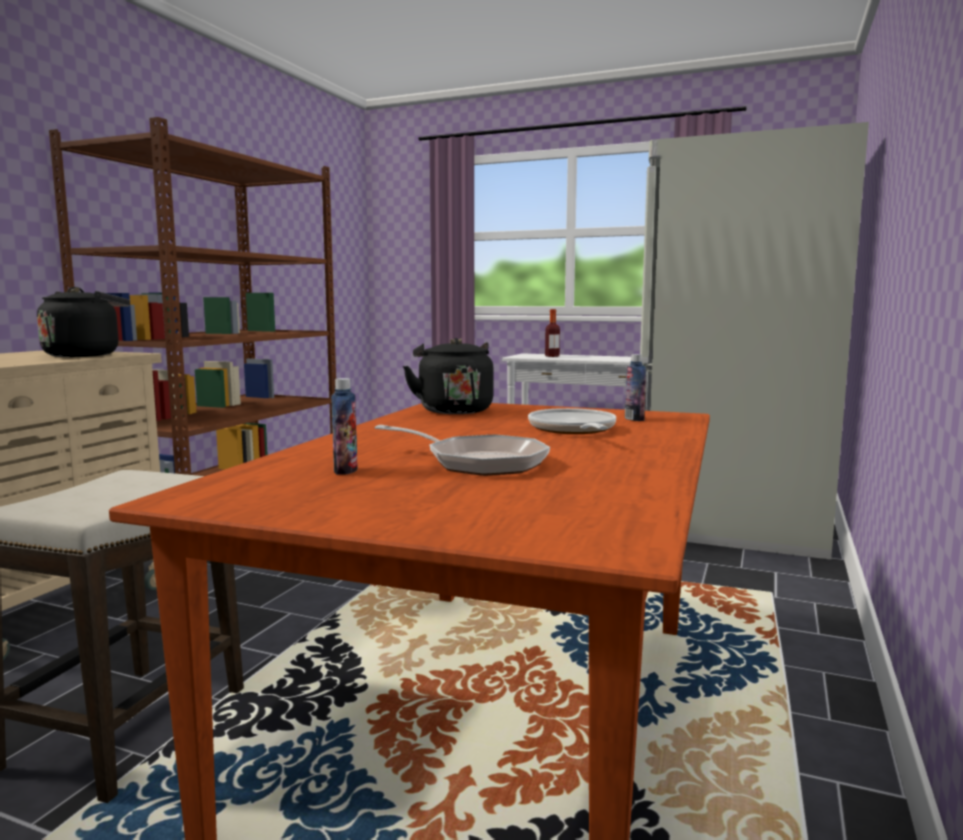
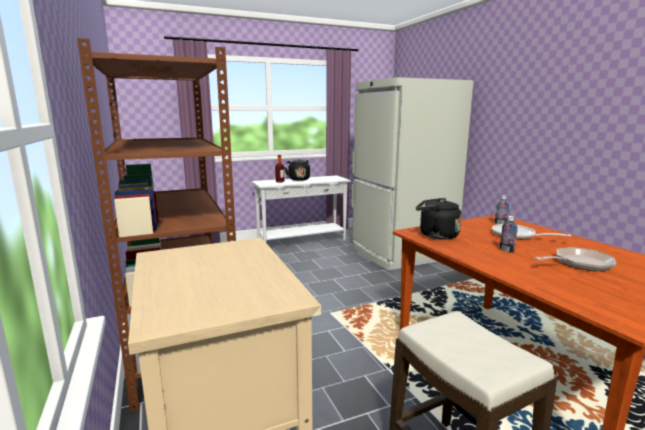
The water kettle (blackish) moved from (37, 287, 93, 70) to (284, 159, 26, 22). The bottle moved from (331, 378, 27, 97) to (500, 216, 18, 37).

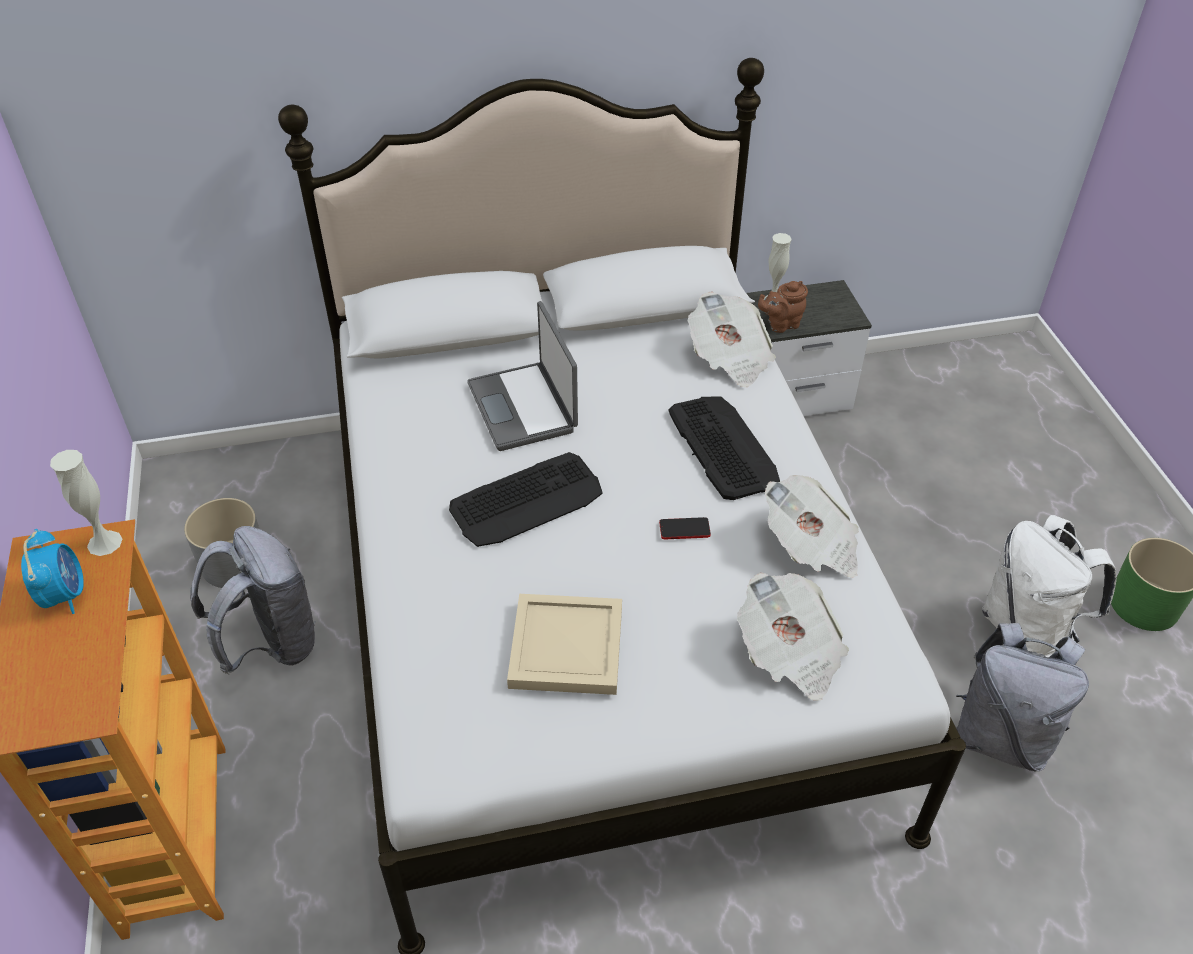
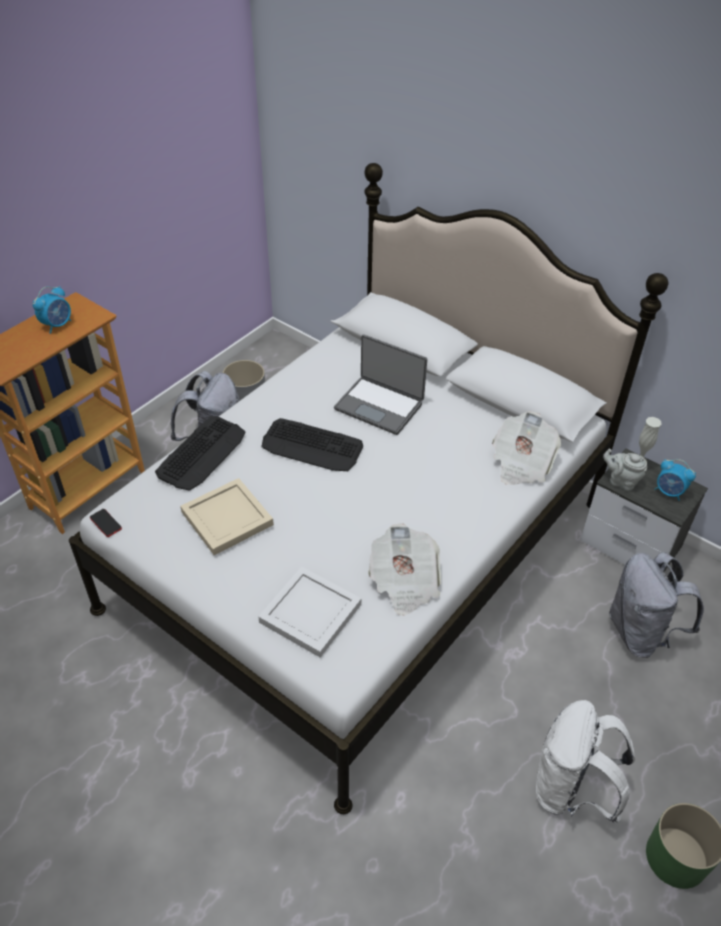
The handset moved from (659, 517, 52, 22) to (90, 509, 32, 28). The computer keyboard moved from (668, 396, 112, 104) to (155, 416, 90, 75). The printed paper at (737, 572, 112, 129) was replaced by the carrying tray (white) at (258, 567, 103, 91). The notebook computer at (467, 301, 111, 150) turned 90 degrees counterclockwise. The tea pot (brown-coloured) at (758, 281, 50, 52) became the tea pot (greyish) at (603, 449, 44, 42). The knapsack (greyish) moved from (956, 623, 133, 148) to (609, 552, 95, 106). The bedside clock at (654, 459, 42, 42) appeared. The vase (white) at (50, 450, 73, 106) disappeared.

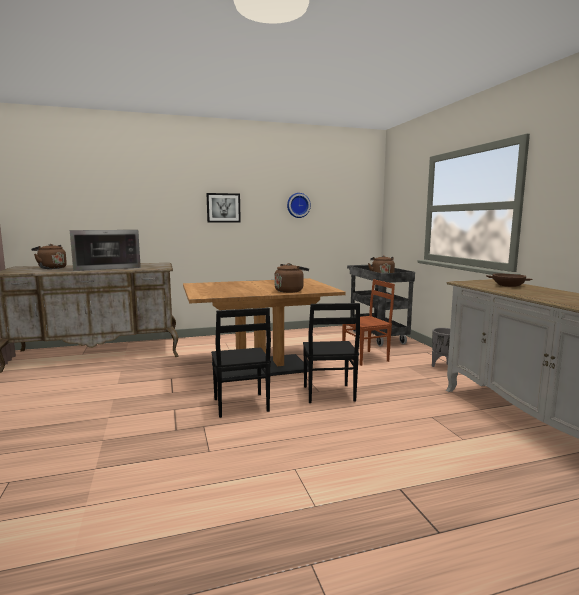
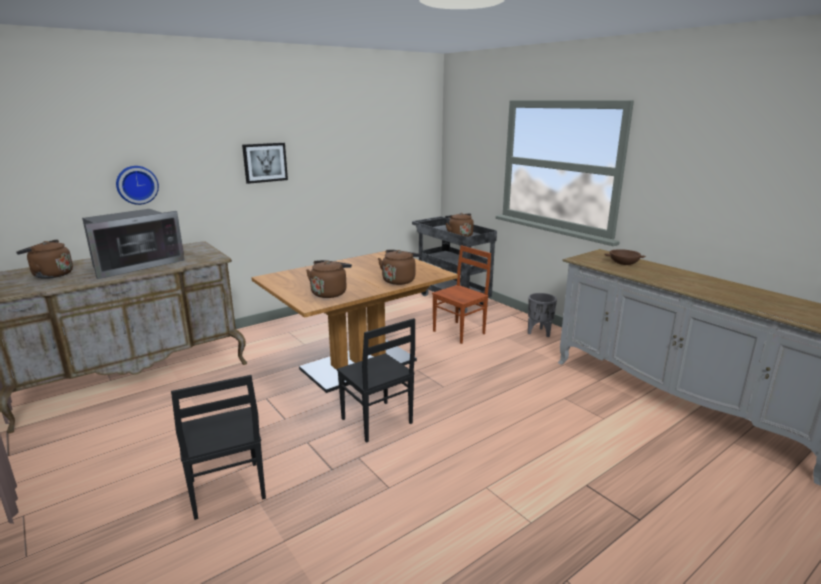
The hanging clock moved from (287, 193, 24, 25) to (116, 166, 43, 39). The plain chair (blackish) moved from (303, 303, 57, 100) to (171, 375, 95, 145). The water kettle (brown-coloured) at (306, 260, 46, 38) appeared.

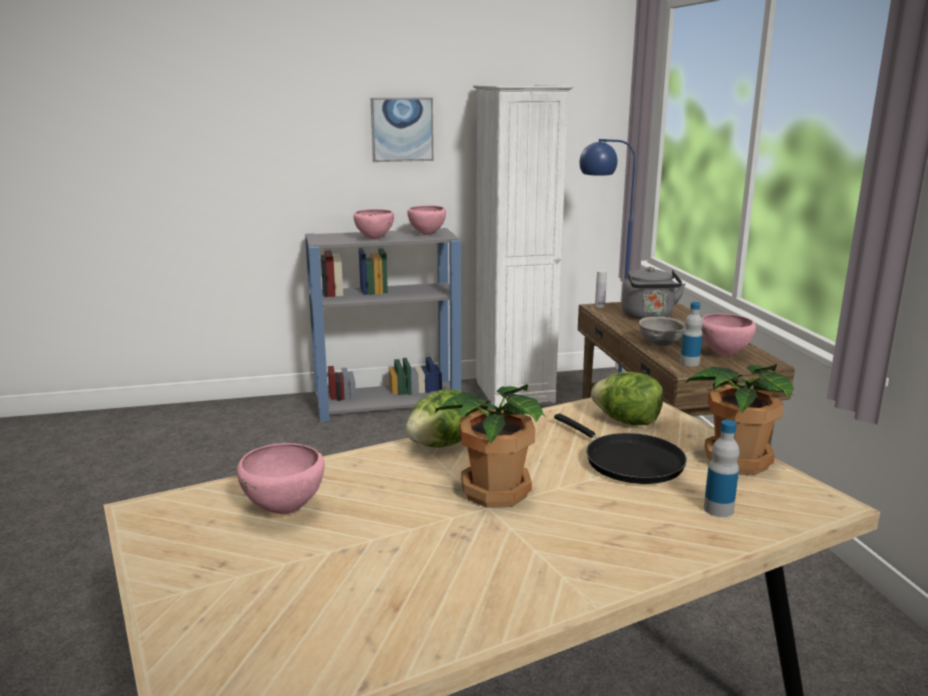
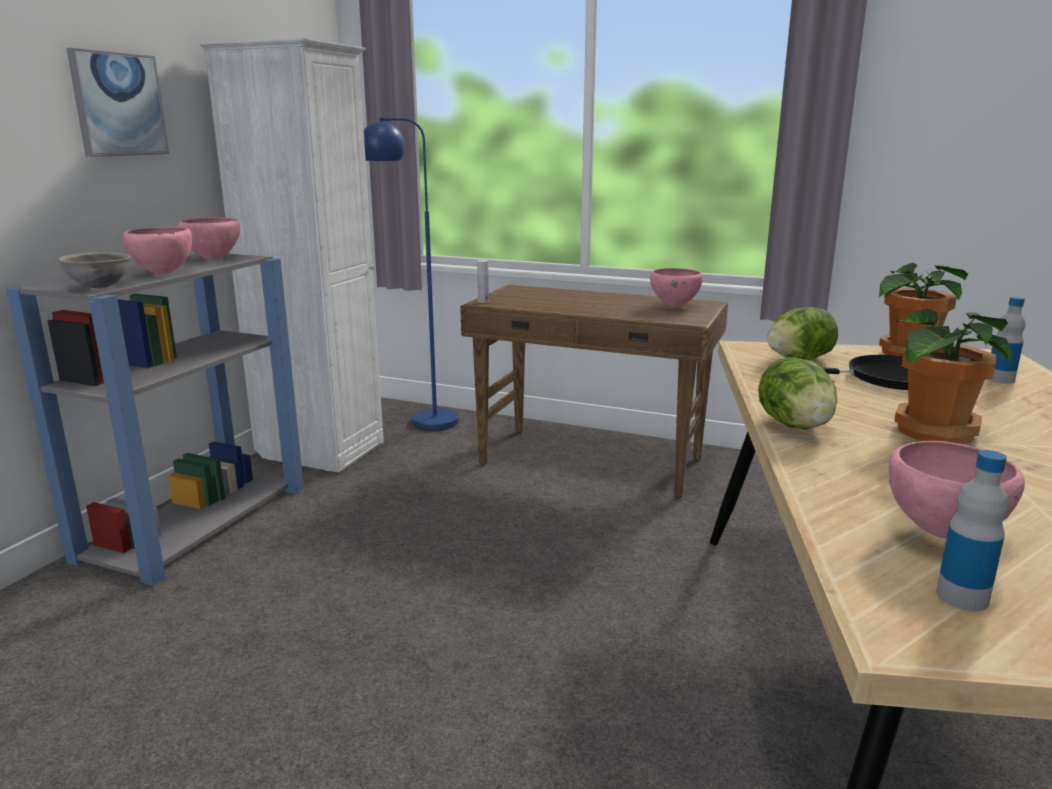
The bowl (greyish) moved from (639, 317, 46, 29) to (58, 252, 73, 36). The bottle moved from (680, 302, 23, 64) to (936, 450, 72, 161). The water kettle (greyish) at (621, 267, 65, 52) disappeared.

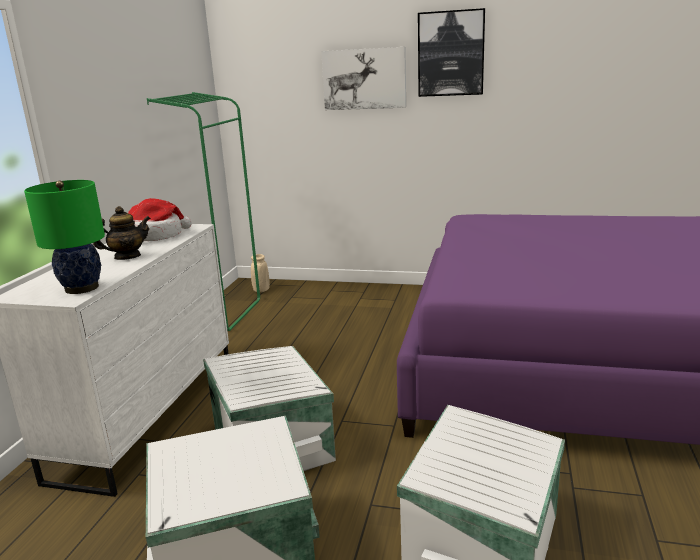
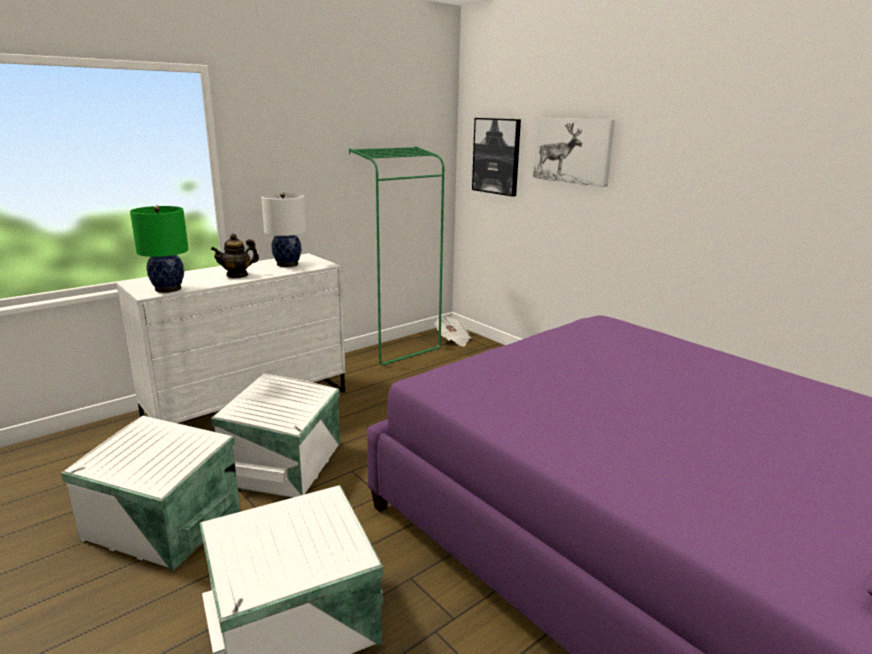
The tea pot at (93, 206, 58, 54) turned 135 degrees clockwise. The wearable hat at (128, 198, 64, 43) was replaced by the tabletop lamp (white) at (261, 192, 45, 75). The vase (beige) at (251, 254, 19, 38) was replaced by the printed paper at (435, 316, 36, 30). The picture moved from (418, 8, 67, 89) to (472, 118, 49, 79).

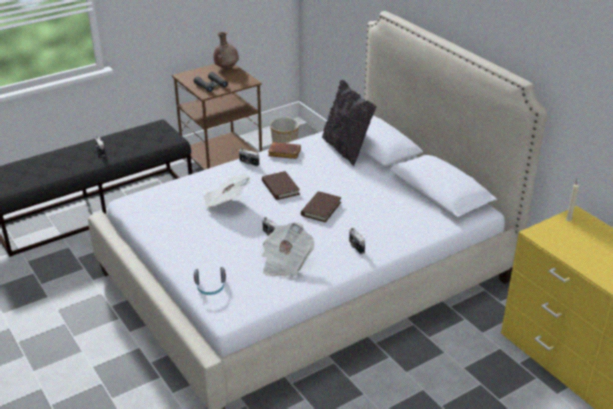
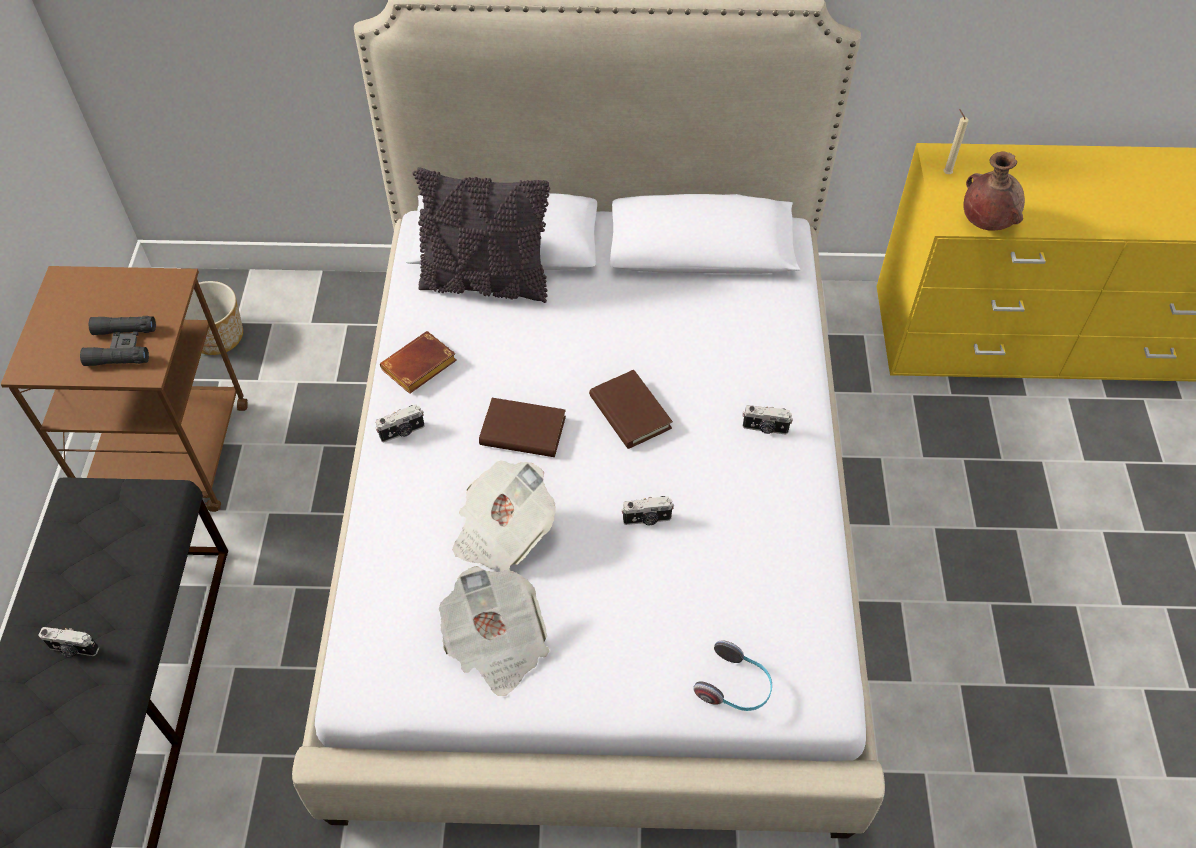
The printed paper moved from (262, 222, 52, 55) to (439, 566, 111, 130). The vase (brown-coloured) moved from (213, 32, 26, 37) to (963, 151, 62, 80).

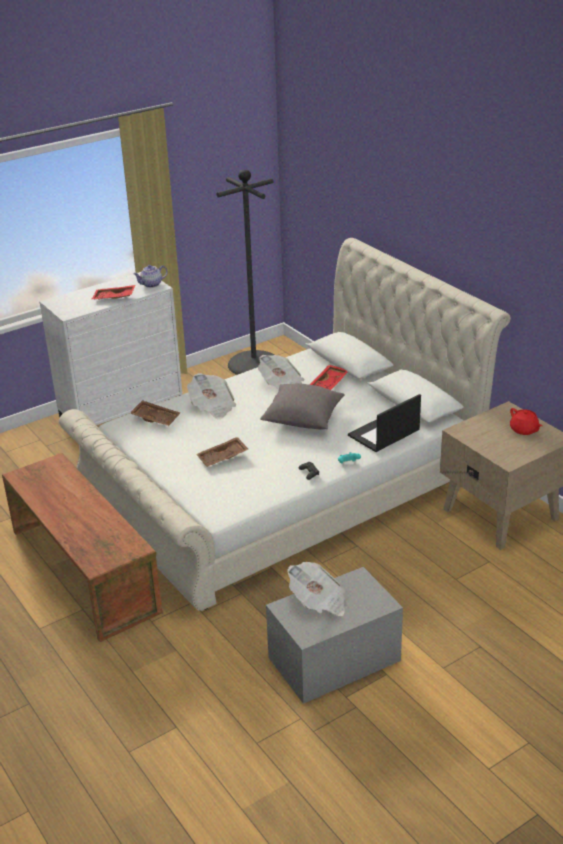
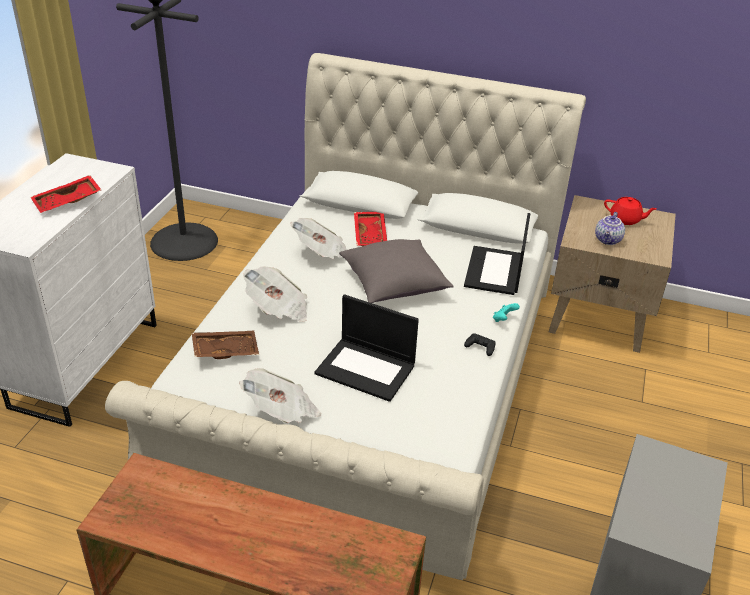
The printed paper moved from (287, 562, 58, 54) to (239, 368, 82, 55). The carrying tray (brown-coloured) at (196, 437, 52, 30) was replaced by the notebook computer at (315, 294, 104, 108). The tea pot moved from (133, 265, 35, 23) to (595, 212, 30, 33).

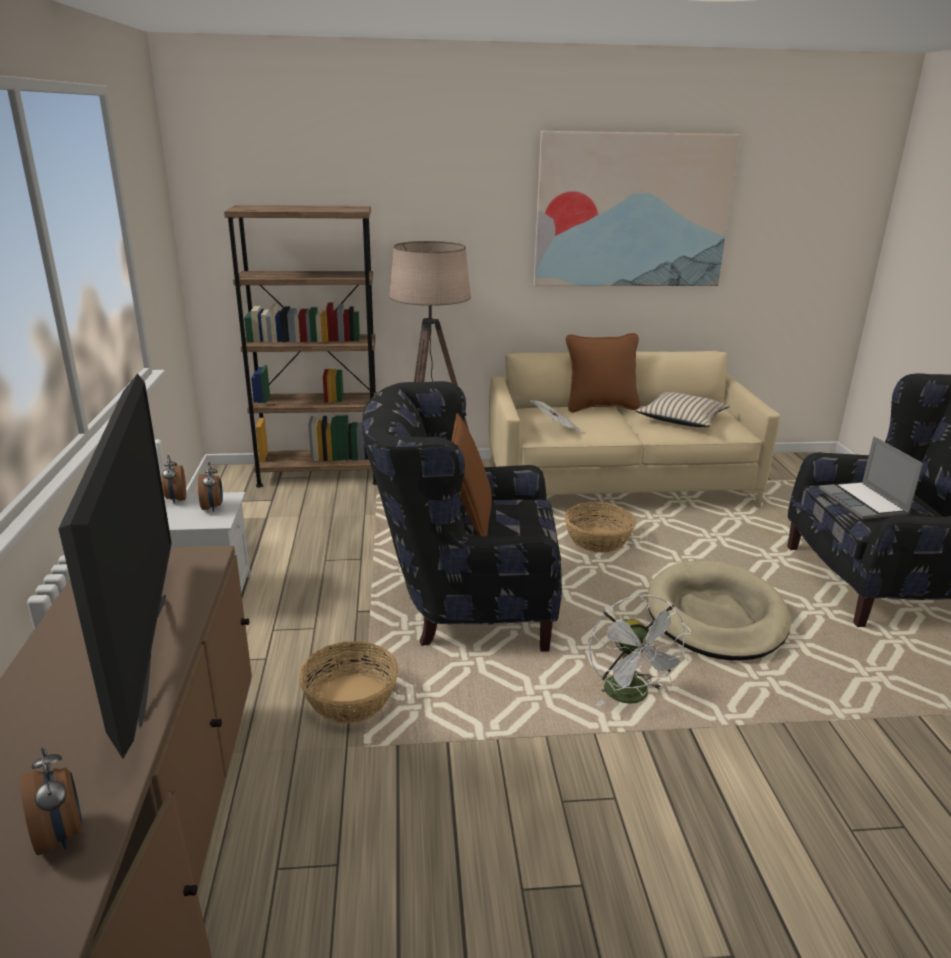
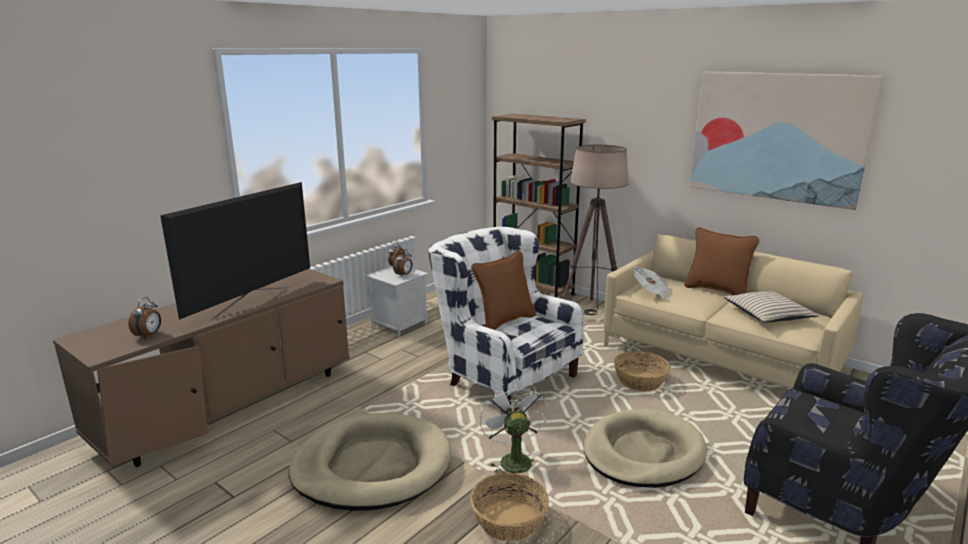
The dog bed (beige) at (288, 413, 164, 98) appeared. The armchair (blackish) at (362, 381, 200, 270) became the armchair (white) at (429, 227, 154, 187). The storage basket moved from (299, 641, 99, 83) to (470, 473, 79, 69). The electric fan (white) at (589, 594, 102, 112) turned 135 degrees clockwise. The notebook computer at (819, 436, 104, 83) disappeared.

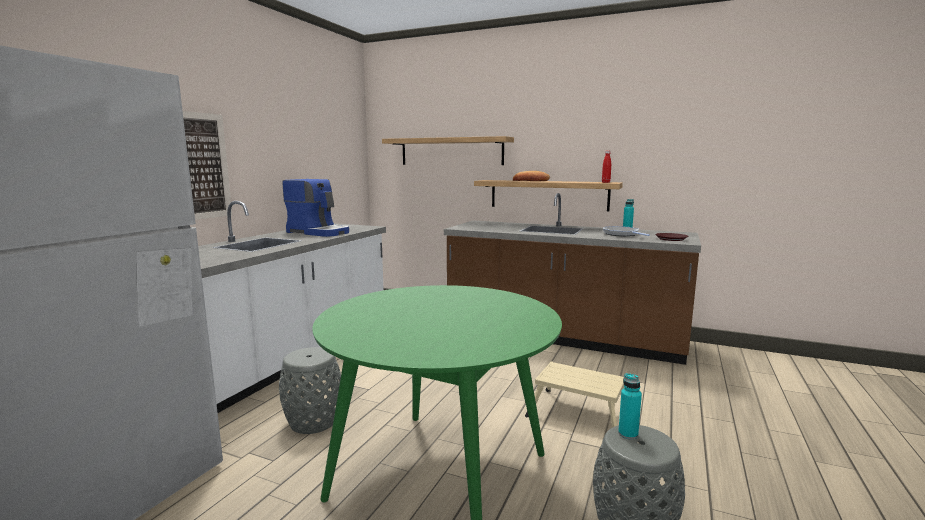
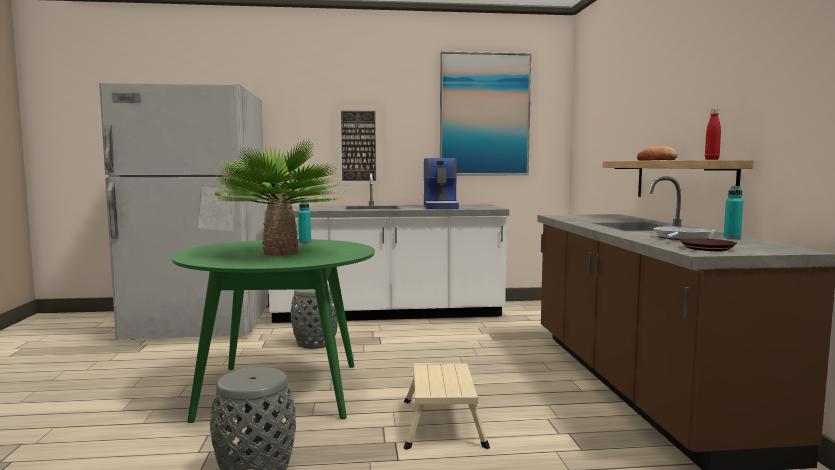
The plant in a pot at (211, 139, 136, 117) appeared. The bottle (blue-green) moved from (618, 373, 24, 67) to (298, 202, 13, 41). The picture at (440, 51, 92, 124) appeared. The bracket shelf at (382, 136, 132, 29) disappeared.

